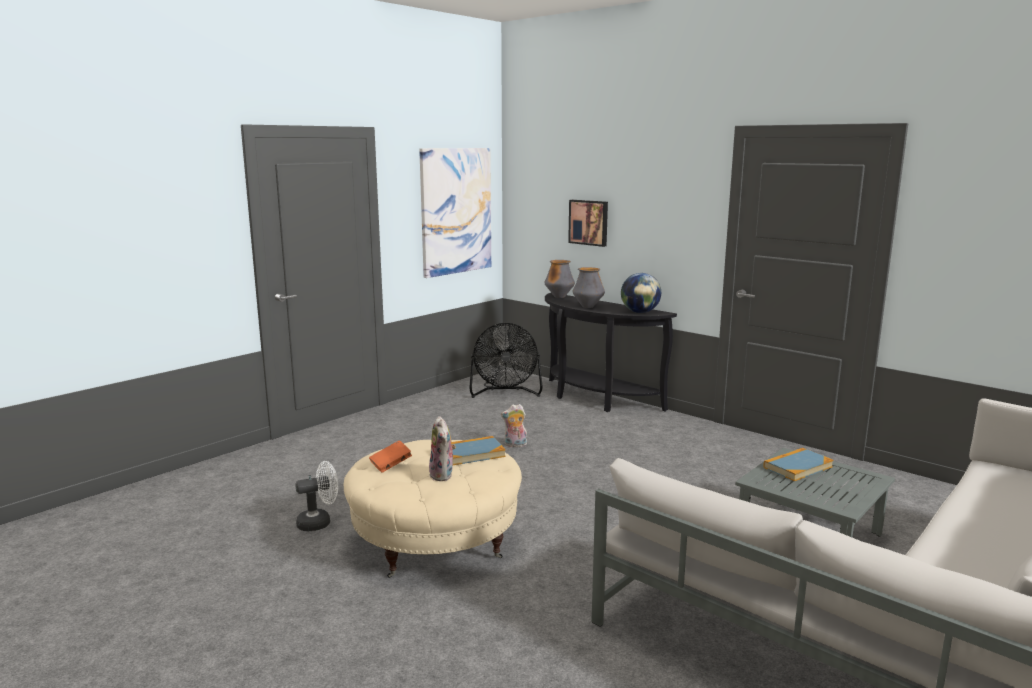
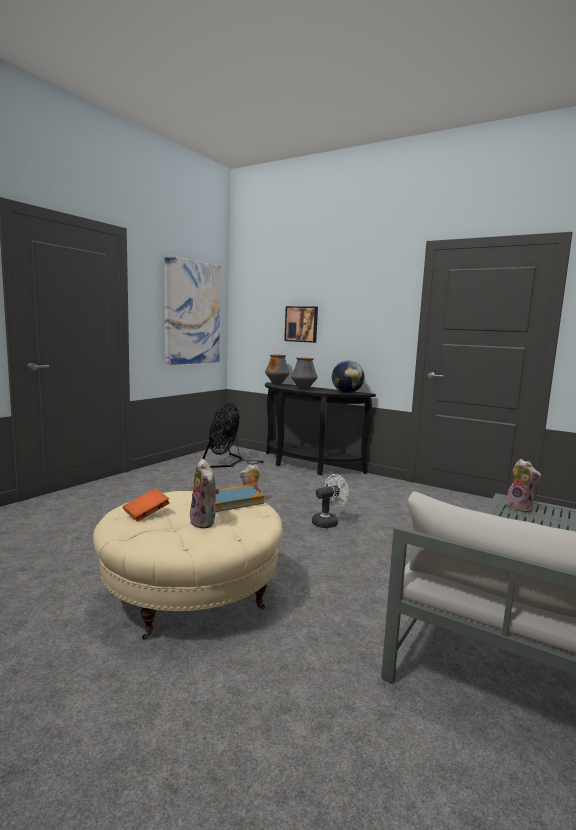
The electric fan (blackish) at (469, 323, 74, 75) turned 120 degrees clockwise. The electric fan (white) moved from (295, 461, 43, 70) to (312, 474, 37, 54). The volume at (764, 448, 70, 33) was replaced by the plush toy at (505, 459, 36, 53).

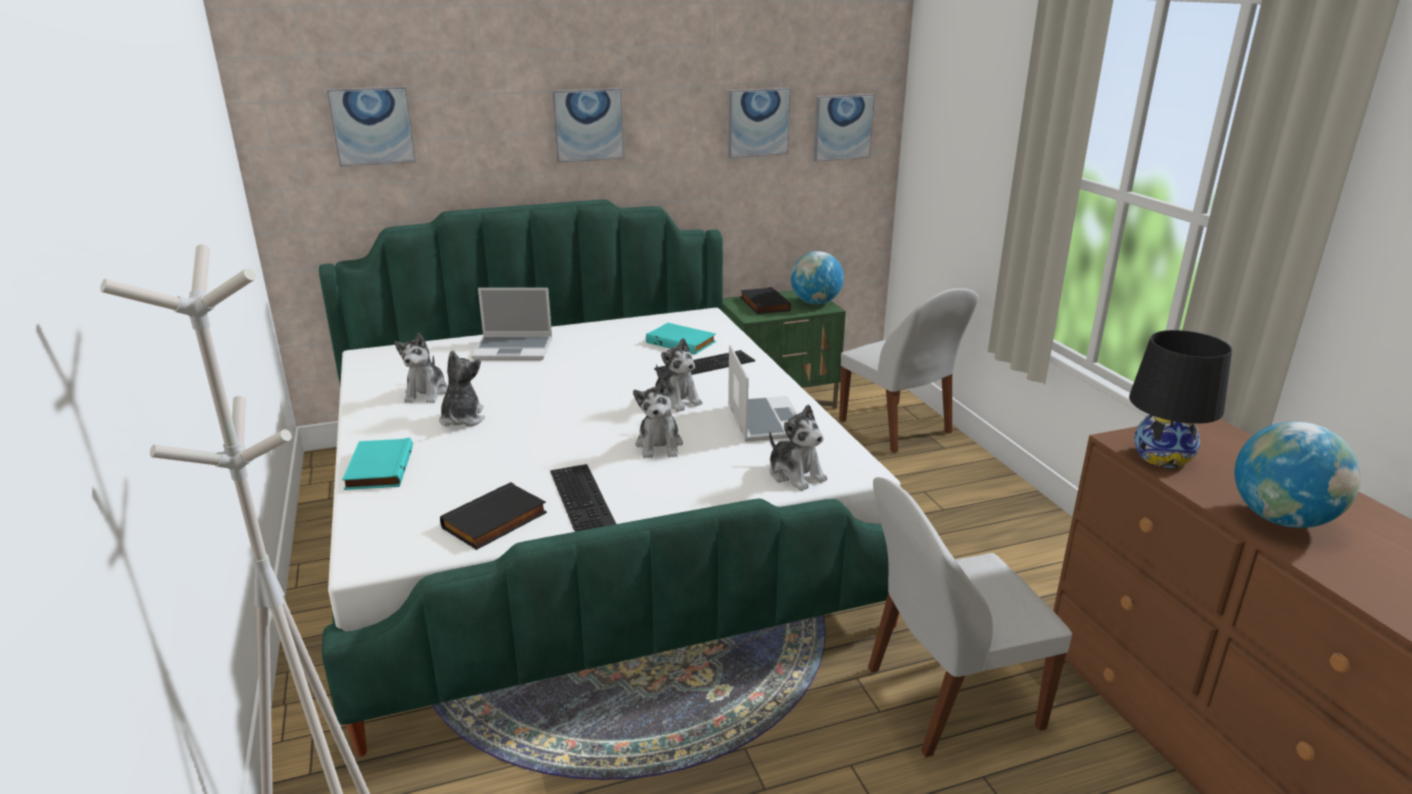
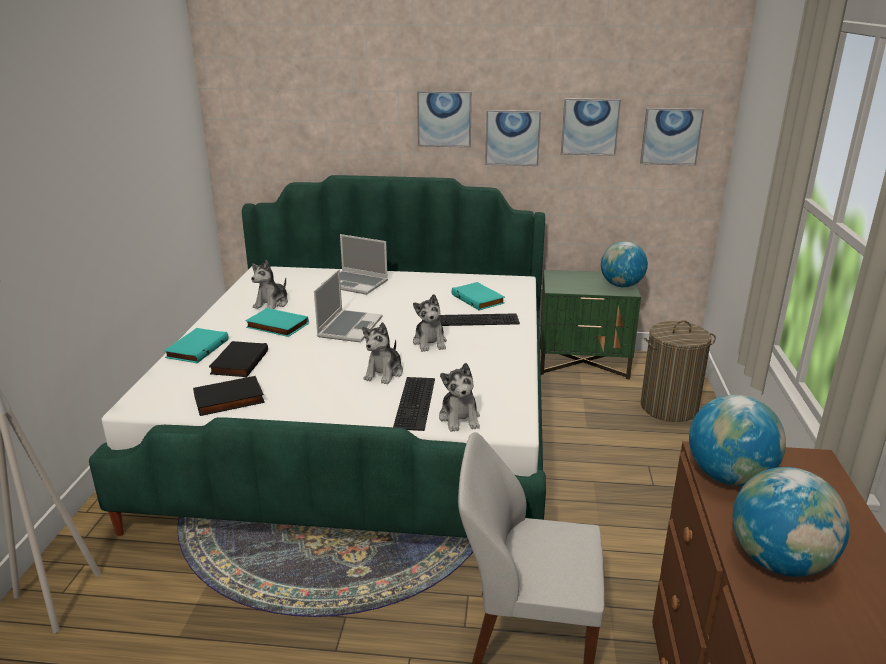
The volume (blackish) moved from (740, 287, 51, 27) to (209, 341, 59, 36). The plush toy at (439, 351, 46, 76) was replaced by the volume (blue-green) at (245, 308, 64, 29). The notebook computer moved from (728, 345, 70, 97) to (314, 269, 68, 73). The computer keyboard moved from (550, 464, 66, 68) to (393, 377, 42, 54). The picture moved from (327, 86, 89, 81) to (485, 110, 56, 56). The plain chair (white) at (839, 288, 140, 165) was replaced by the laundry basket at (641, 320, 75, 102). The tabletop lamp (blackish) at (1129, 330, 103, 138) was replaced by the world globe at (689, 395, 97, 91).

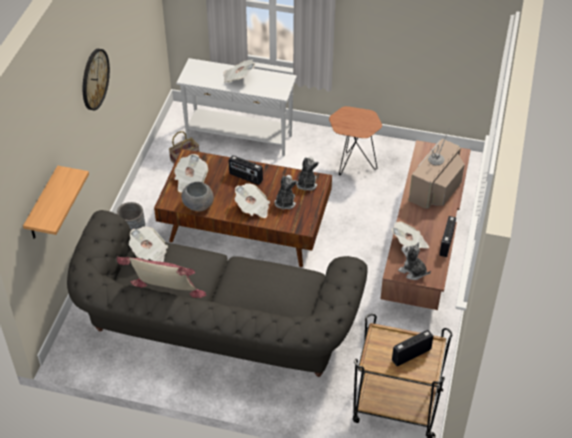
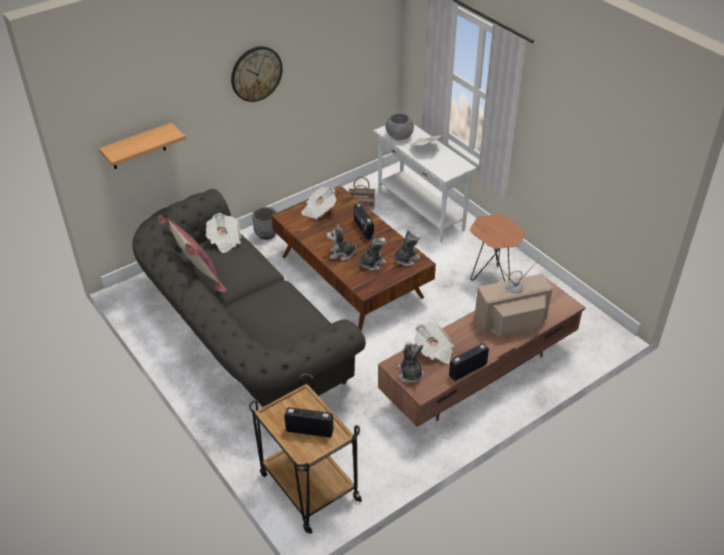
The printed paper at (235, 183, 35, 35) was replaced by the plush toy at (326, 224, 34, 37). The bowl (greyish) moved from (182, 182, 32, 29) to (386, 114, 28, 26).

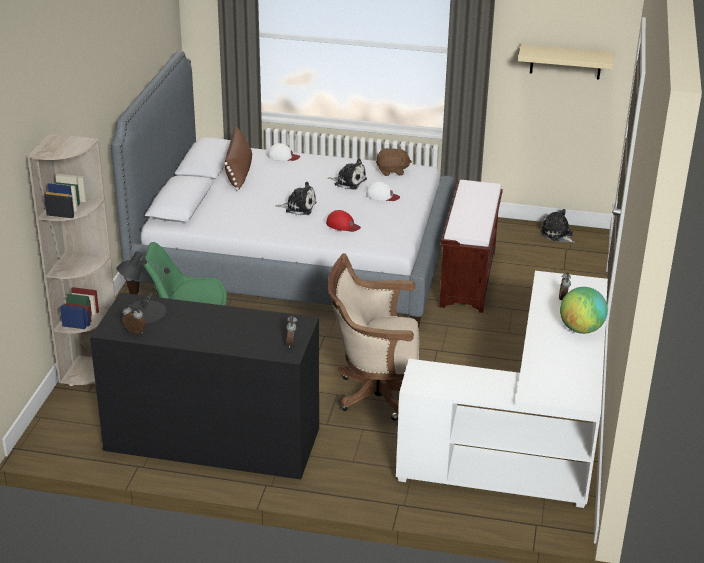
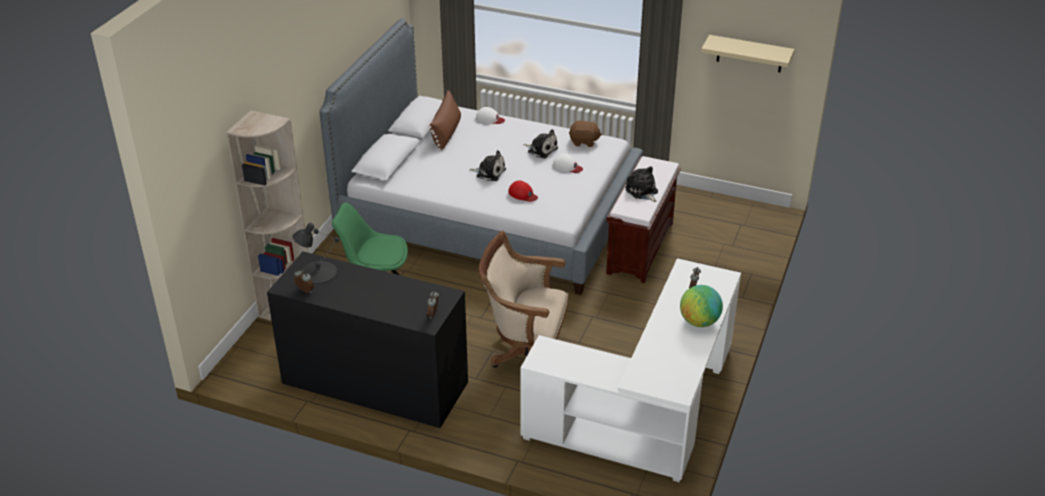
The plush toy moved from (540, 209, 35, 34) to (626, 166, 32, 36).

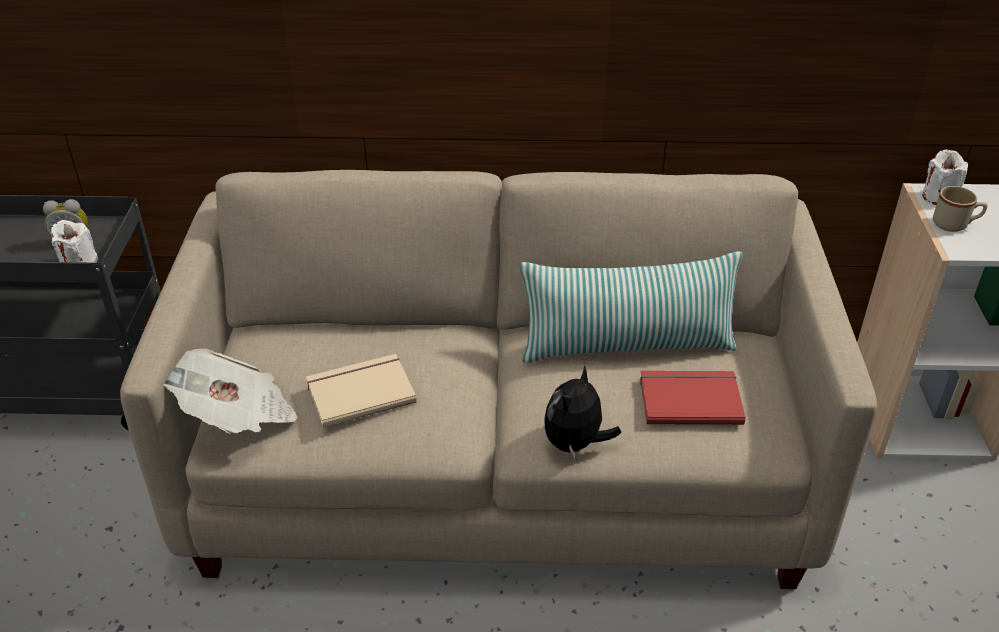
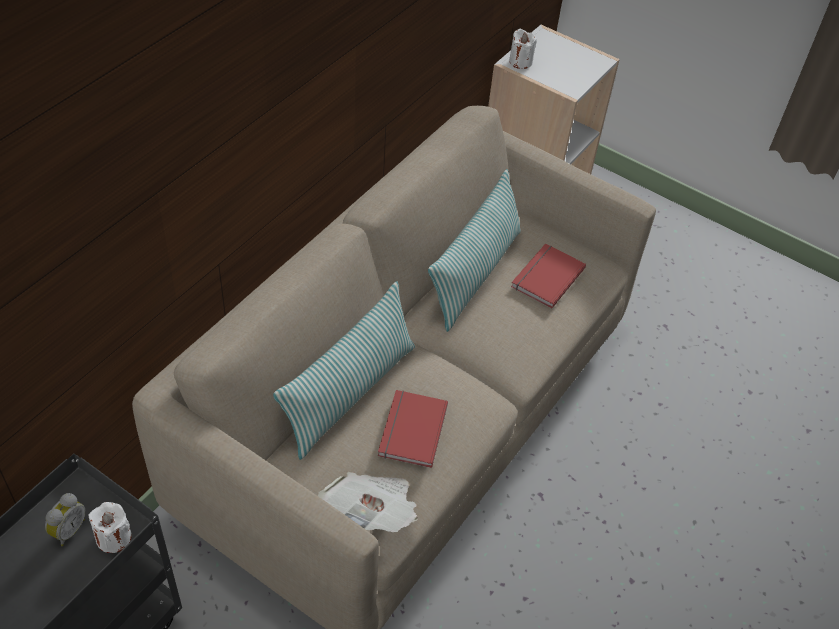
The pillow at (273, 281, 142, 179) appeared. The volume (beige) at (306, 354, 111, 73) became the volume (reddish) at (378, 390, 70, 78). The plush toy at (544, 365, 78, 93) disappeared. The mug (beige) at (933, 186, 55, 46) disappeared.

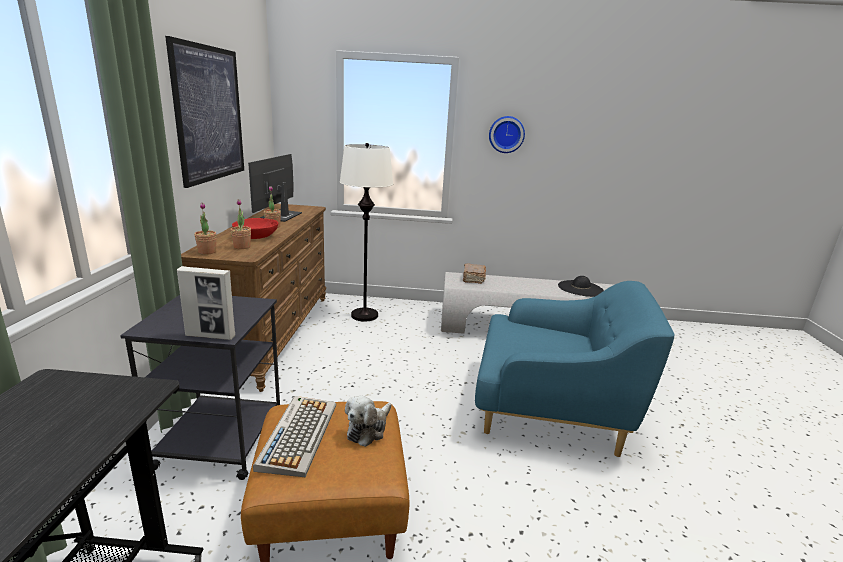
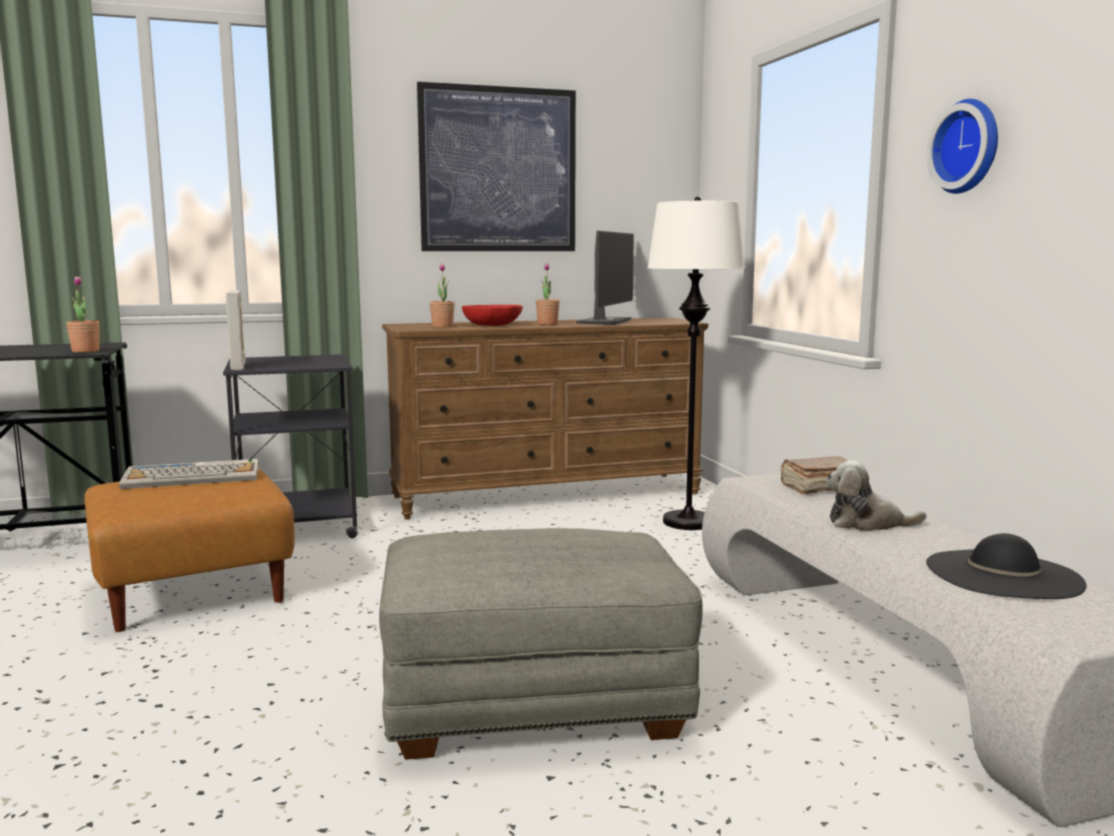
The plant in a pot moved from (194, 203, 22, 52) to (66, 276, 34, 77). The armchair (bluish) at (475, 281, 199, 176) was replaced by the footrest (greyish) at (379, 528, 324, 232). The monitor at (248, 154, 54, 68) turned 120 degrees clockwise. The plush toy moved from (345, 396, 46, 51) to (826, 460, 101, 72).

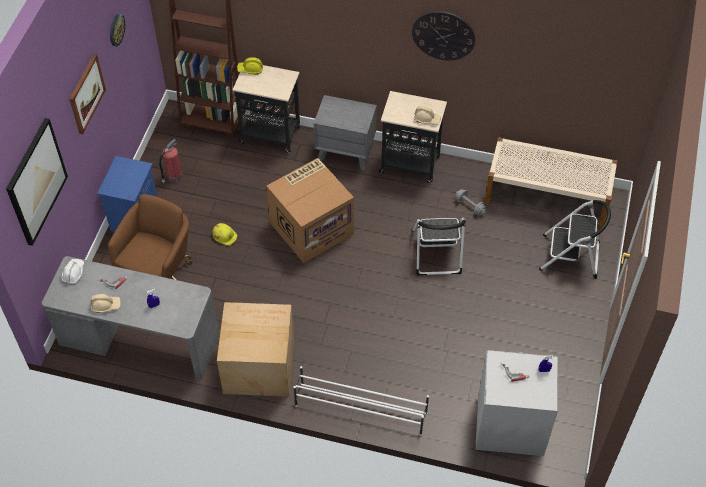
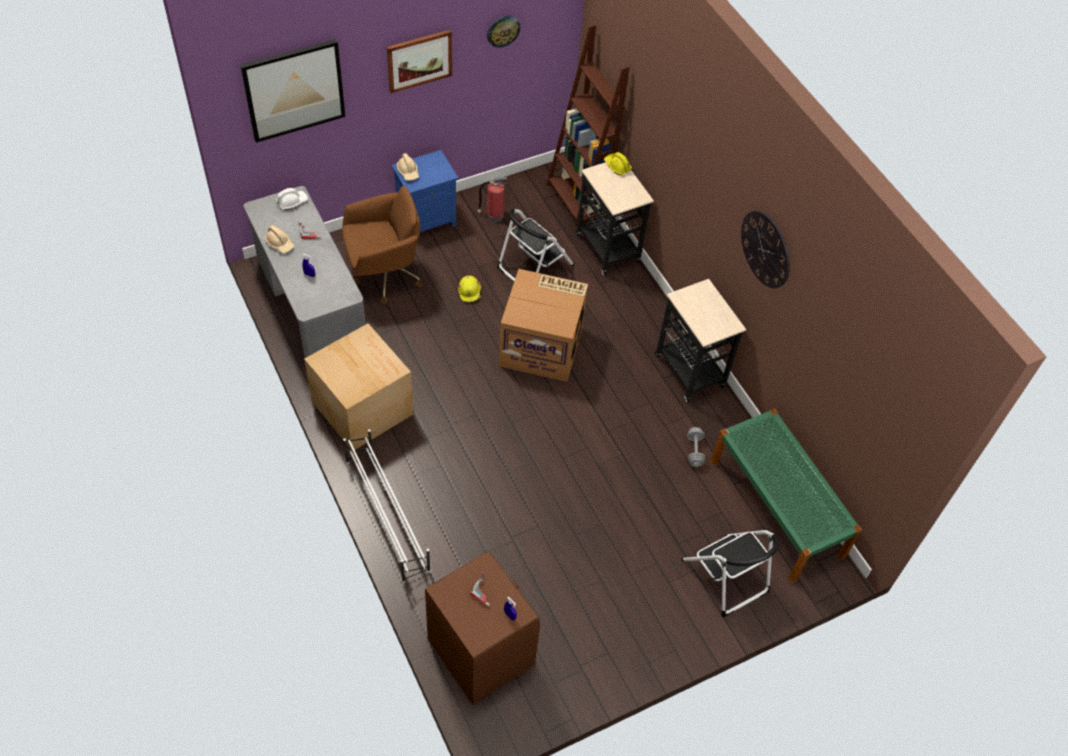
The hard hat (beige) moved from (414, 106, 27, 19) to (397, 153, 22, 28). The washing machine (white) at (475, 350, 83, 106) became the washing machine (brown-coloured) at (425, 551, 115, 154). The step ladder moved from (412, 218, 54, 57) to (497, 209, 77, 72). The bench (beige) at (484, 137, 133, 90) became the bench (green) at (711, 408, 151, 175). The nightstand (greyish) at (314, 95, 63, 75) disappeared.

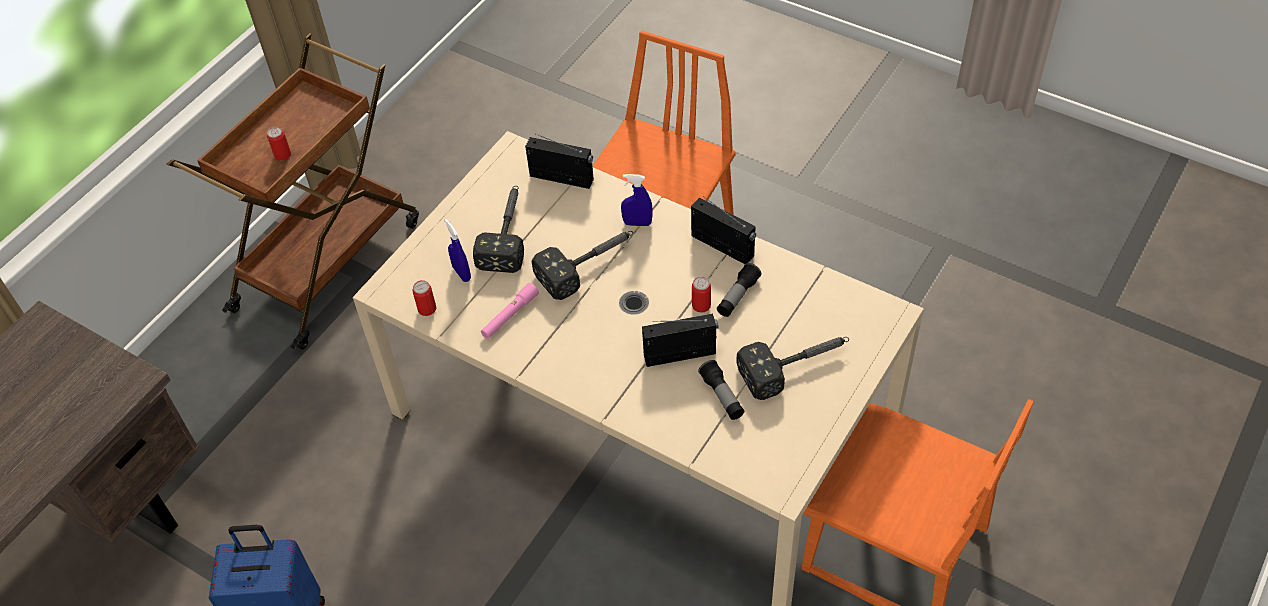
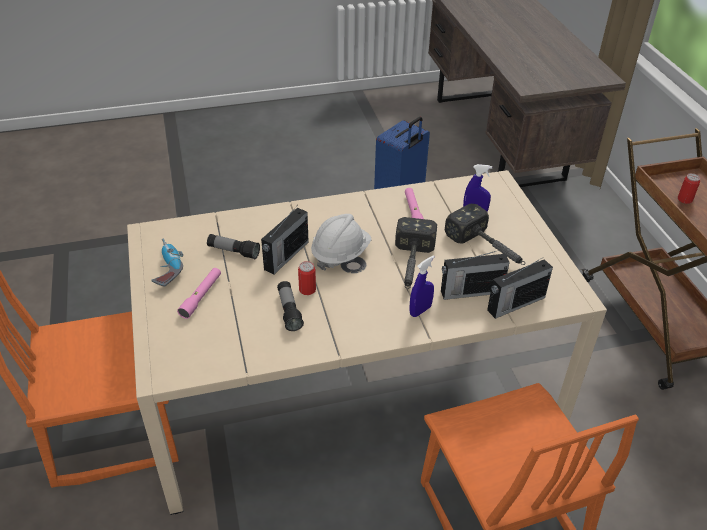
The drill at (151, 239, 32, 48) appeared. The hand hammer at (736, 337, 113, 63) was replaced by the hand torch (pink-coloured) at (177, 268, 44, 51). The hard hat (white) at (311, 214, 61, 56) appeared. The radio receiver moved from (691, 196, 65, 68) to (441, 250, 69, 50). The metal can at (412, 280, 24, 36) disappeared.

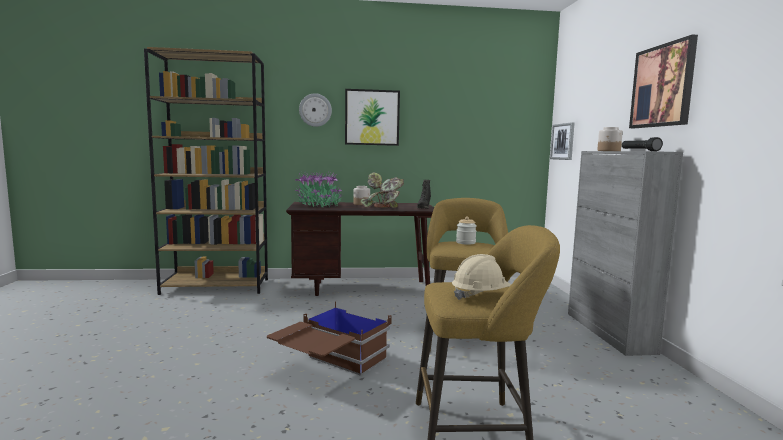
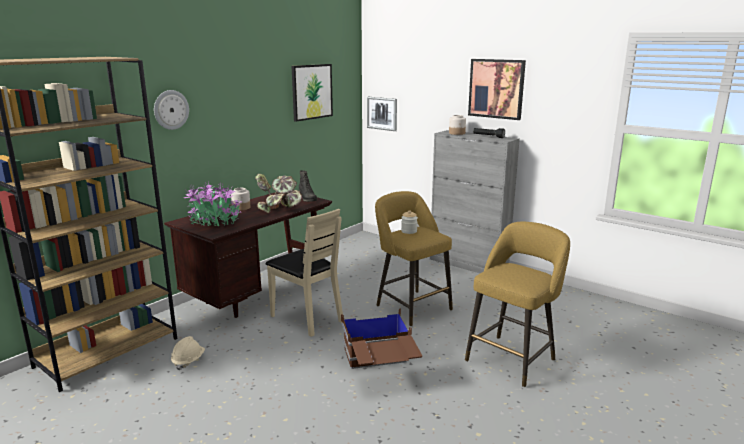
The hard hat (beige) moved from (452, 254, 59, 46) to (171, 336, 34, 35). The plain chair (beige) at (266, 209, 77, 128) appeared. The picture moved from (345, 89, 55, 57) to (292, 64, 41, 58).

